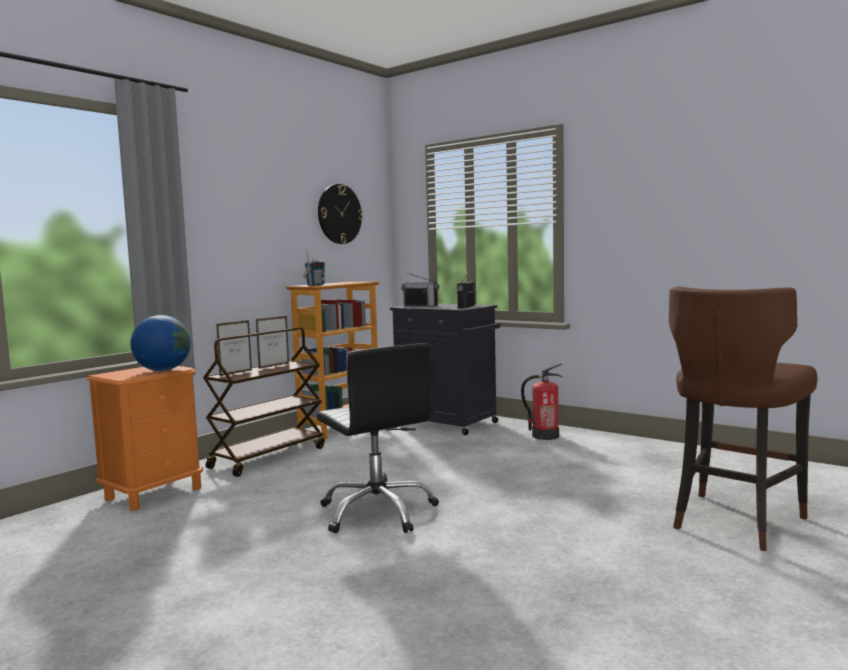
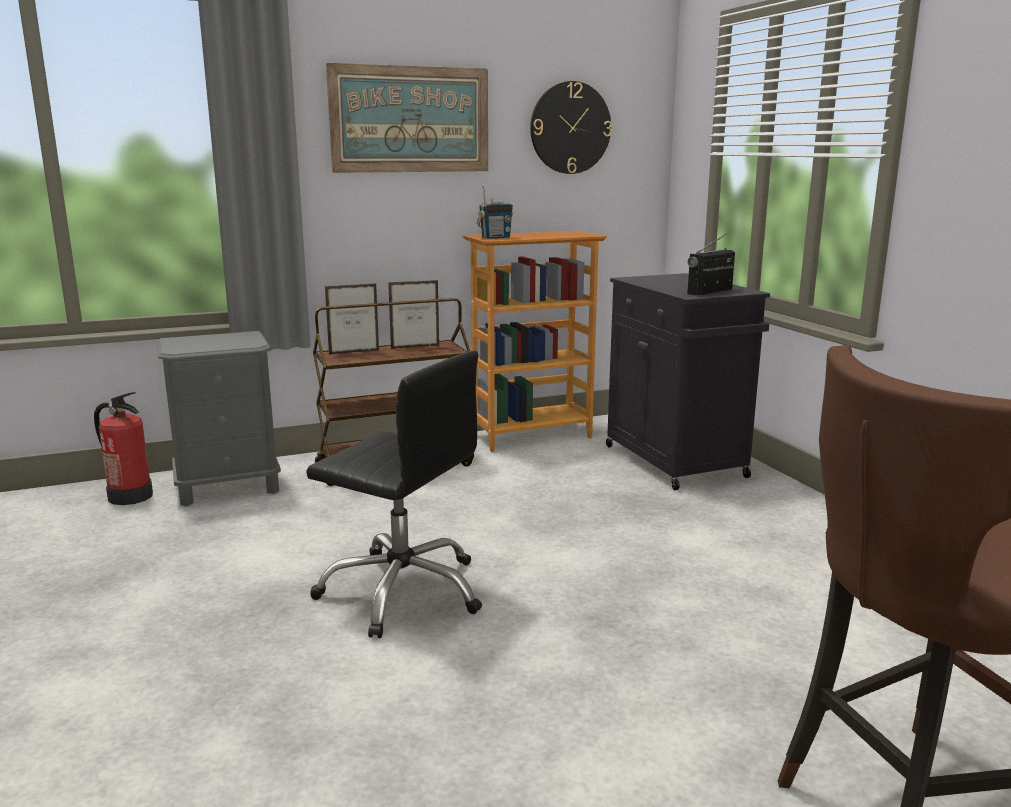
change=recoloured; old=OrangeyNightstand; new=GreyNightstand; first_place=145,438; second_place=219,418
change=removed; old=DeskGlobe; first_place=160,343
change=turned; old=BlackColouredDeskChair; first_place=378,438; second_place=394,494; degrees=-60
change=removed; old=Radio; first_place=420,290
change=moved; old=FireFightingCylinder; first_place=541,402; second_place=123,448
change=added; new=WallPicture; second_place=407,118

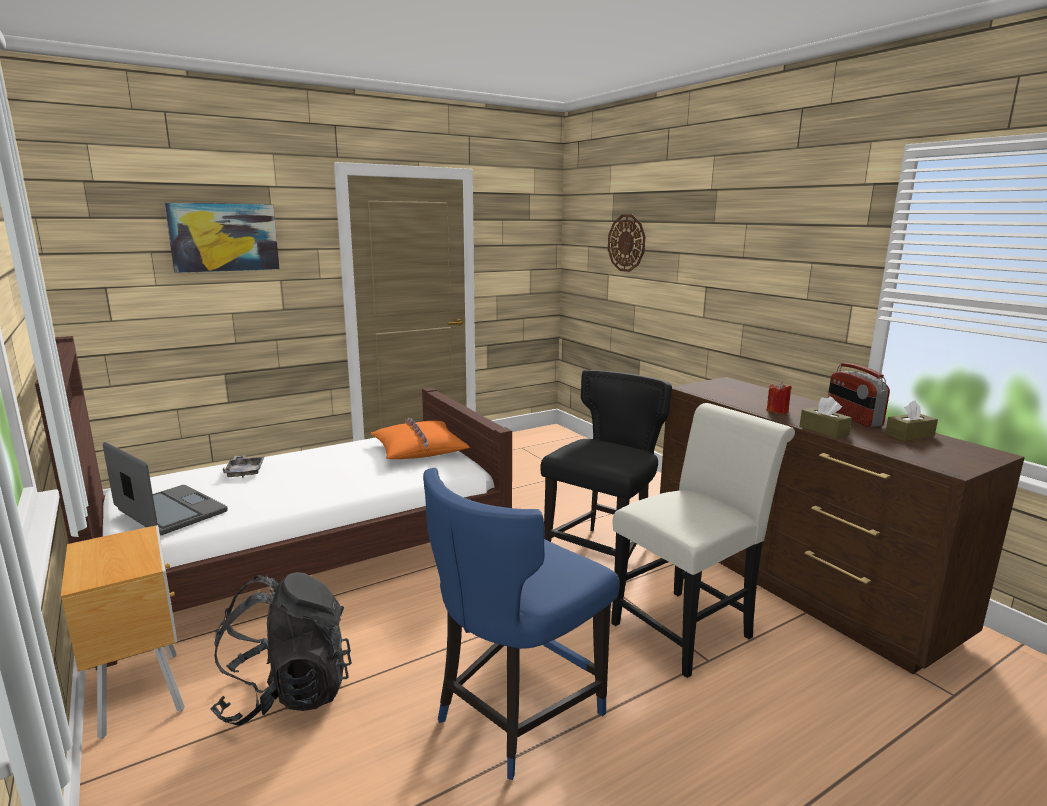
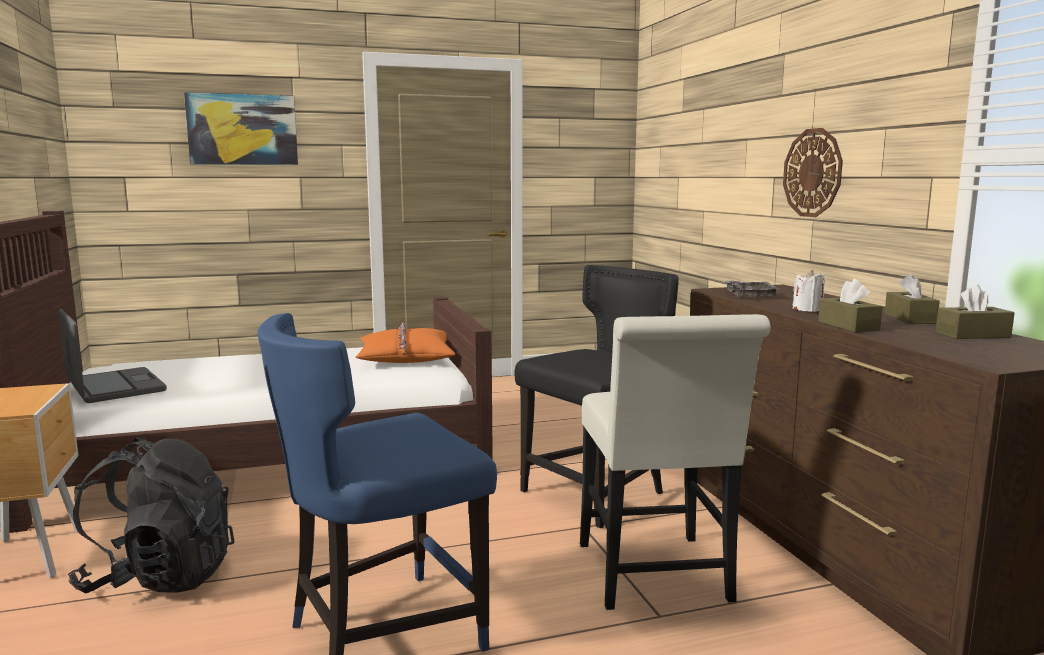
change=moved; old=GreyTray; first_place=244,466; second_place=752,289
change=moved; old=WallClock; first_place=626,243; second_place=813,172
change=turned; old=WhitishUprightChair; first_place=703,540; second_place=675,462; degrees=105
change=recoloured; old=RedColouredCandle; new=WhitishCandle; first_place=779,398; second_place=808,291
change=replaced; old=Radio; new=BrownTissueBox; first_place=859,395; second_place=912,299

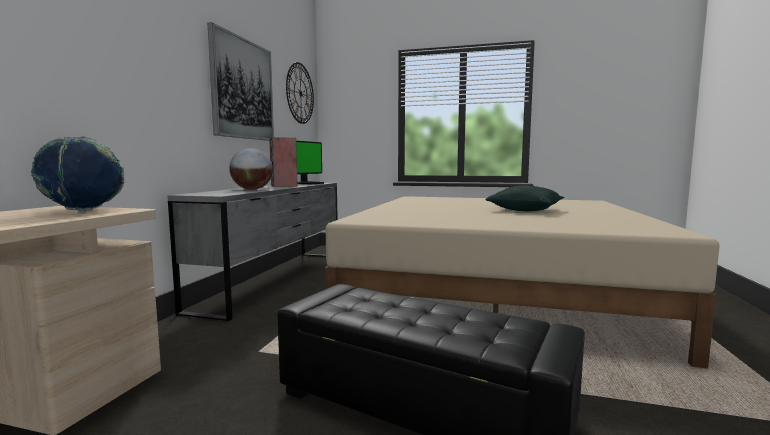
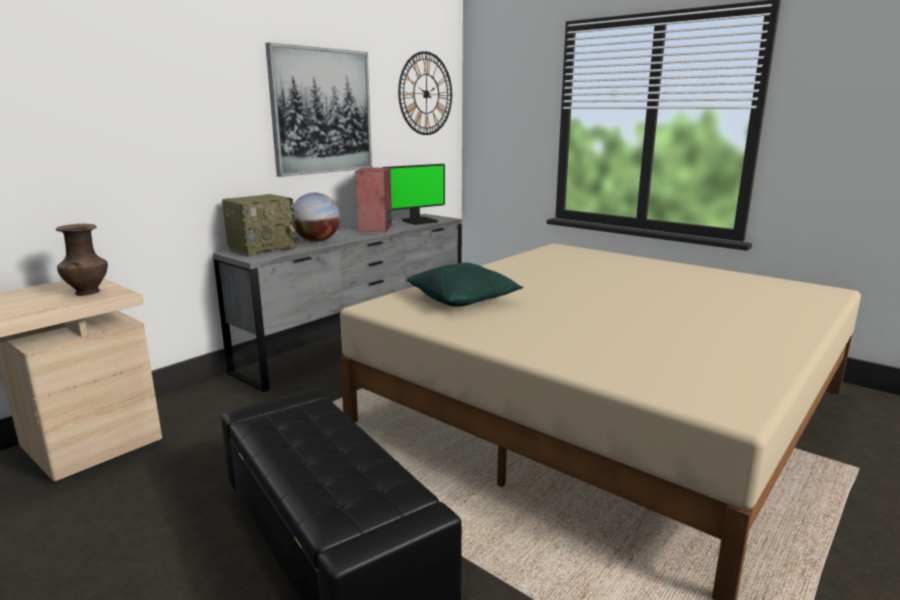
change=replaced; old=DeskGlobe; new=BrownDecorativeVase; first_place=78,173; second_place=82,260
change=moved; old=GreenishThrowPillow; first_place=524,198; second_place=465,284
change=added; new=Radio; second_place=261,225

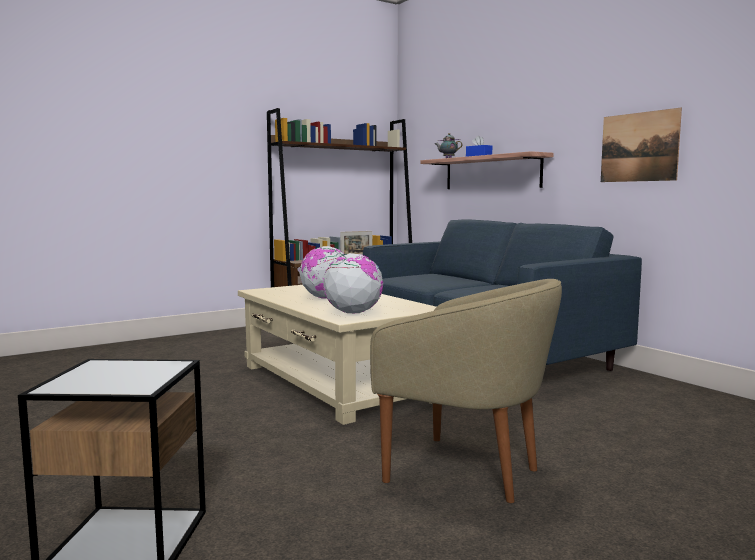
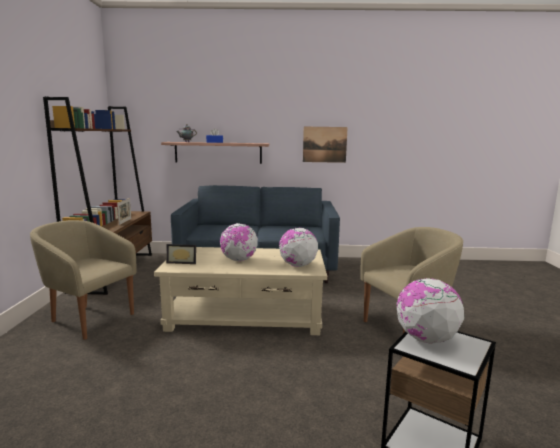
change=added; new=BeigeColouredLoungeChair; second_place=83,280
change=added; new=PictureFrame; second_place=181,254
change=added; new=DeskGlobe; second_place=430,311

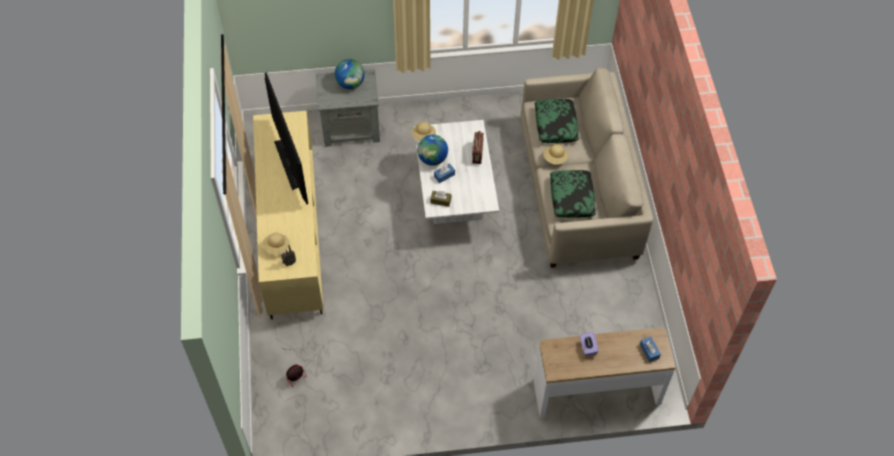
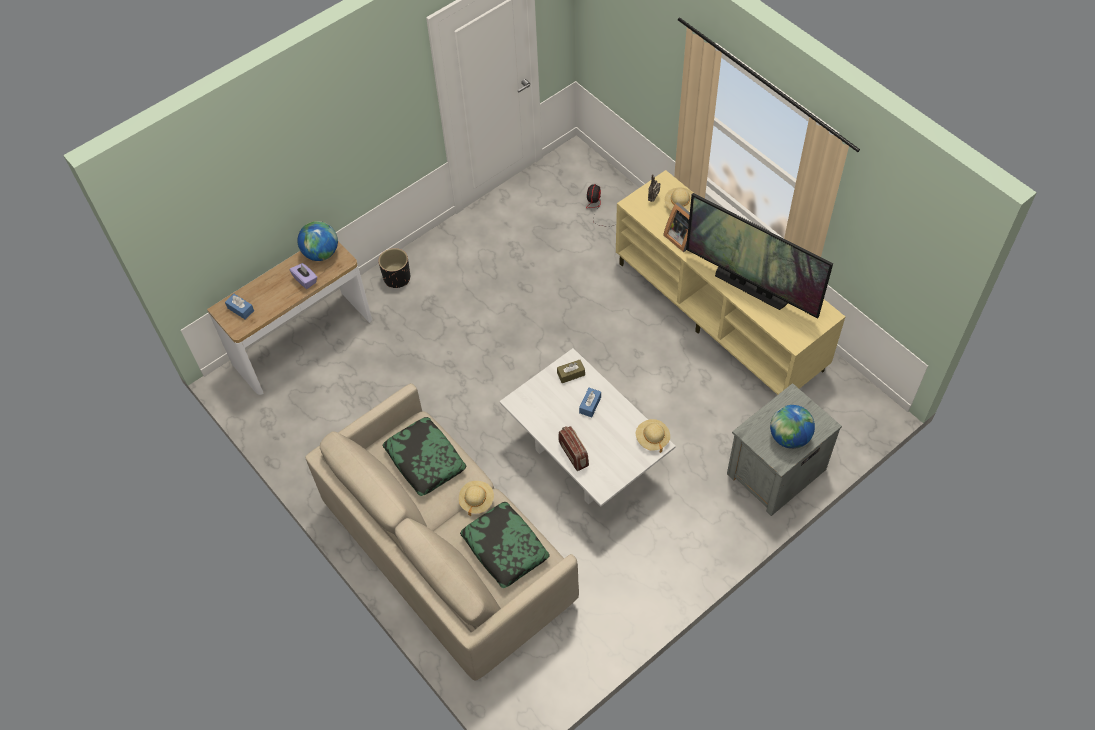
change=moved; old=DeskGlobe; first_place=432,150; second_place=317,241
change=added; new=BlackColouredPlantPot; second_place=394,268
change=added; new=PictureFrame; second_place=676,227

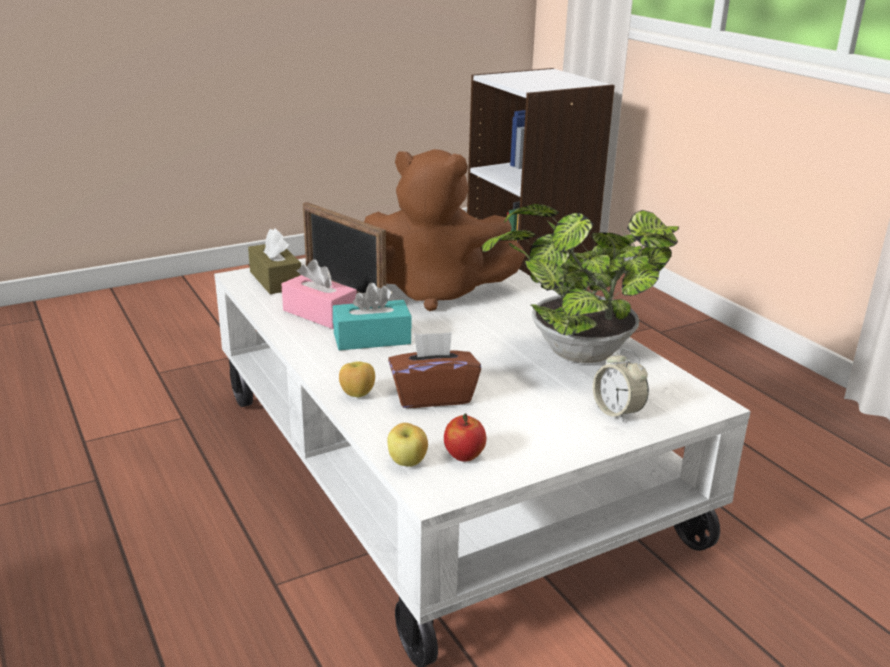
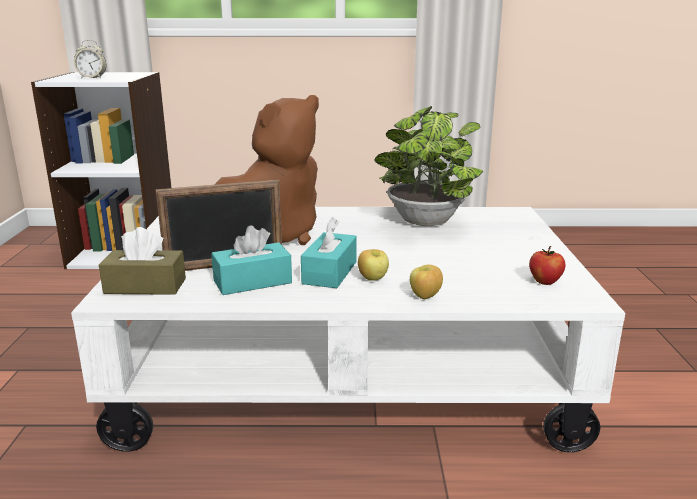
change=recoloured; old=PinkColouredTissueBox; new=BlueGreenTissueBox; first_place=319,294; second_place=251,260
change=moved; old=WholeApple; first_place=407,445; second_place=373,265
change=removed; old=BrownTissueBox; first_place=434,370
change=moved; old=BedsideClock; first_place=621,385; second_place=90,59

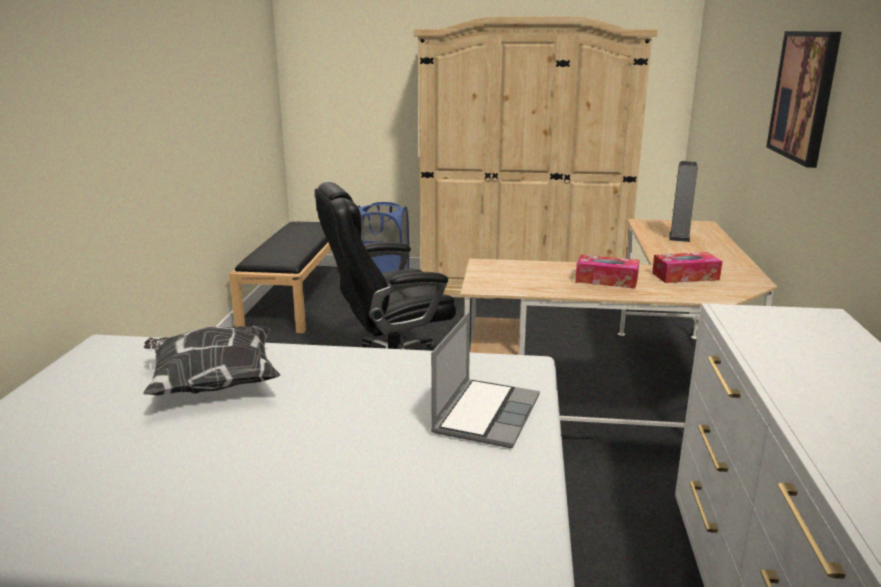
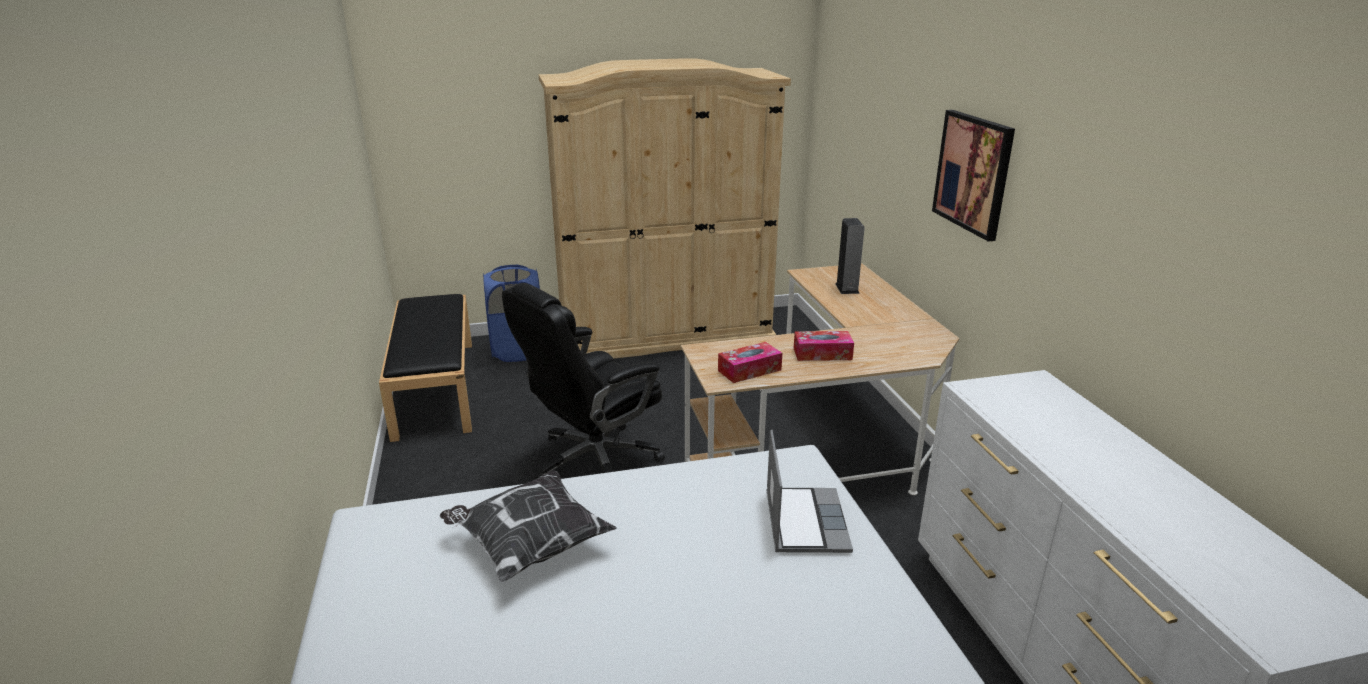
change=moved; old=TissueBox; first_place=687,267; second_place=750,362

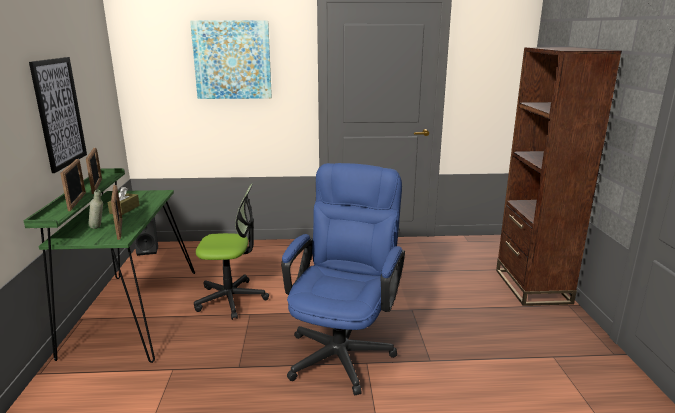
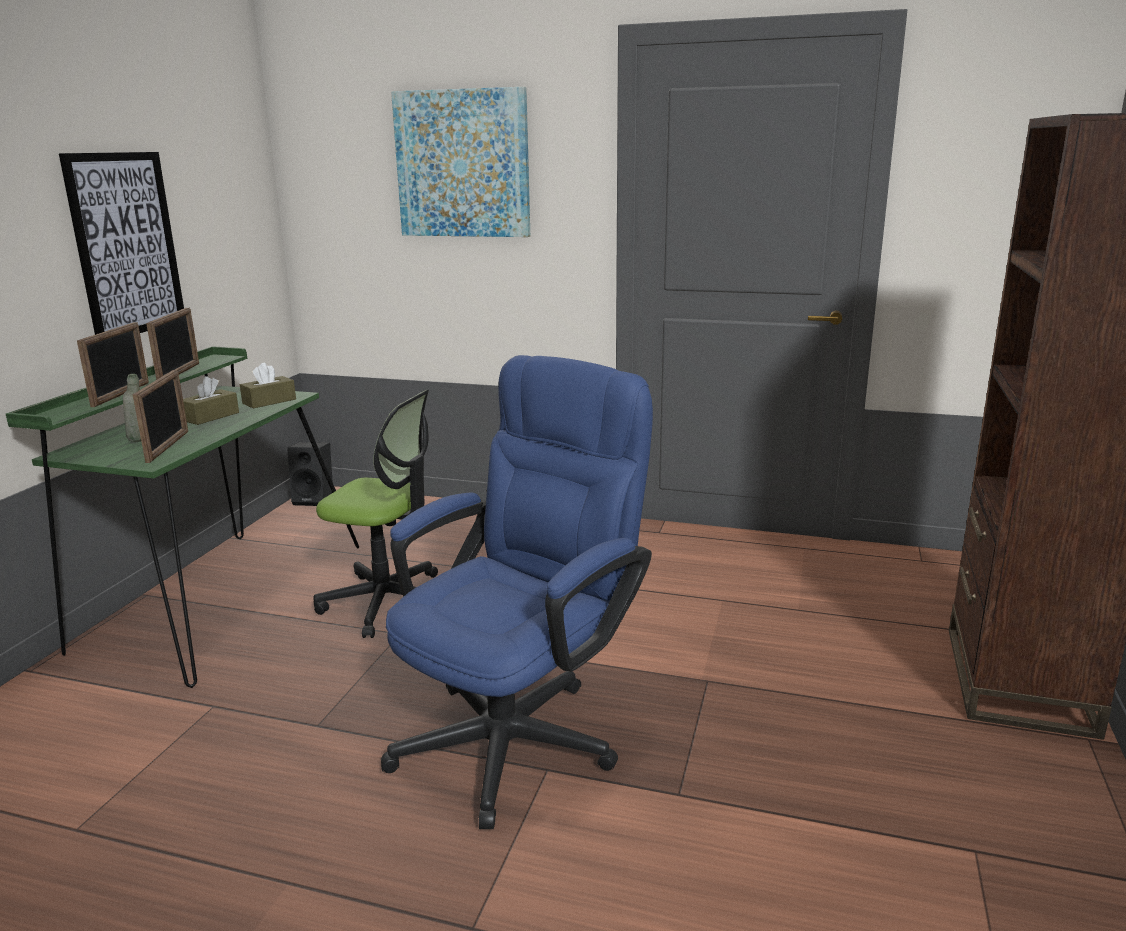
change=added; new=BrownTissueBox; second_place=268,385

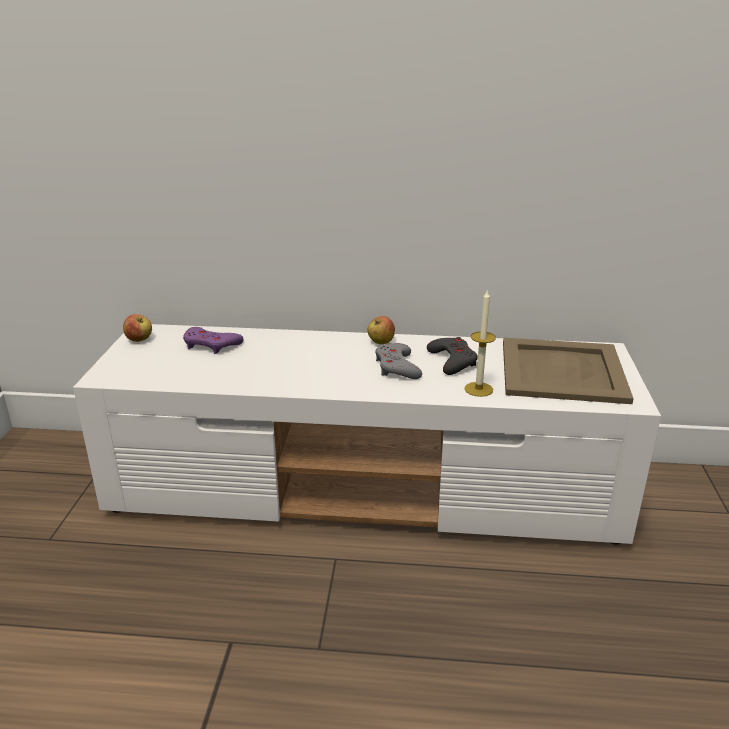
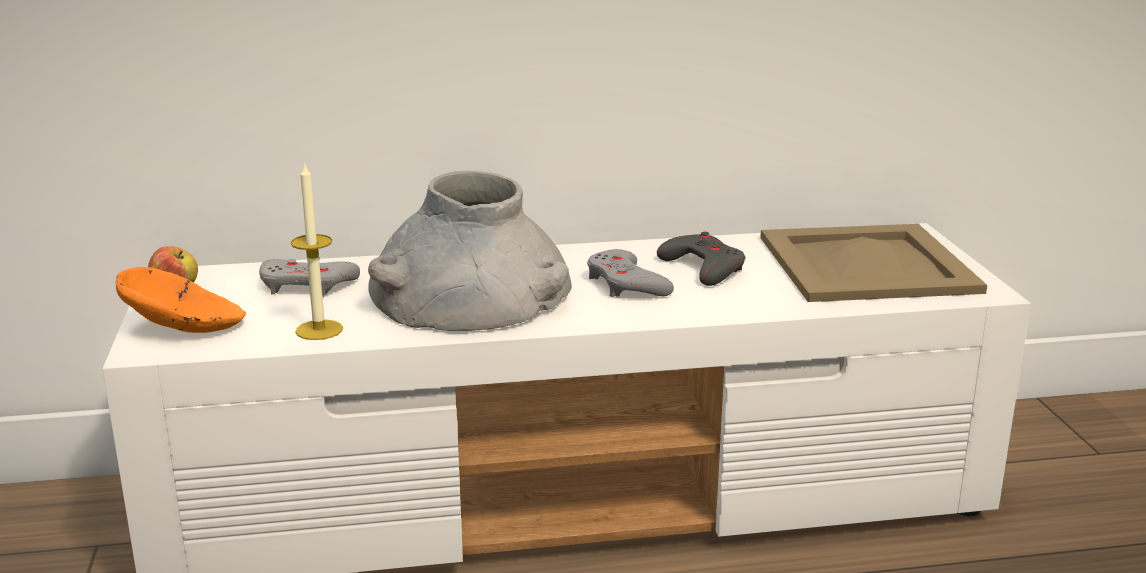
change=recoloured; old=PurpleColouredGameController; new=GreyGameController; first_place=213,340; second_place=309,278
change=removed; old=WholeApple; first_place=381,330
change=moved; old=Candle; first_place=480,343; second_place=317,251
change=added; new=OrangeyServingBowl; second_place=181,300
change=added; new=GreyDecorativeVase; second_place=470,251

